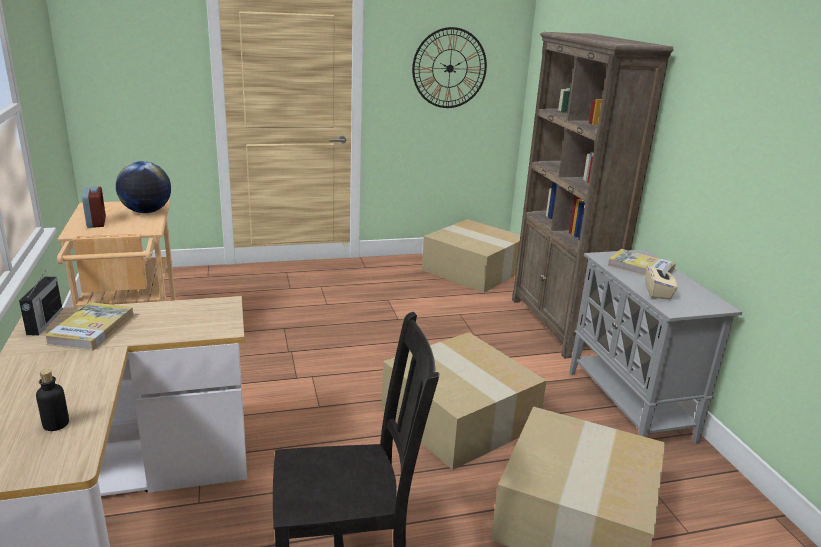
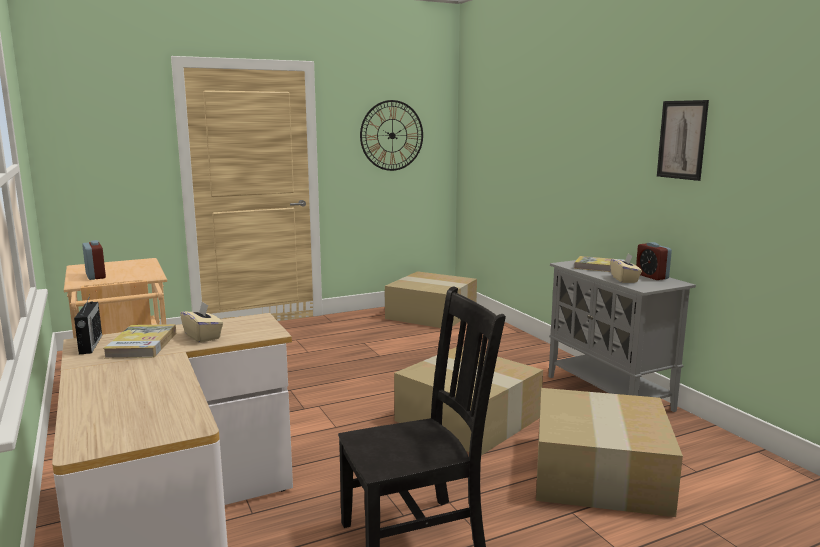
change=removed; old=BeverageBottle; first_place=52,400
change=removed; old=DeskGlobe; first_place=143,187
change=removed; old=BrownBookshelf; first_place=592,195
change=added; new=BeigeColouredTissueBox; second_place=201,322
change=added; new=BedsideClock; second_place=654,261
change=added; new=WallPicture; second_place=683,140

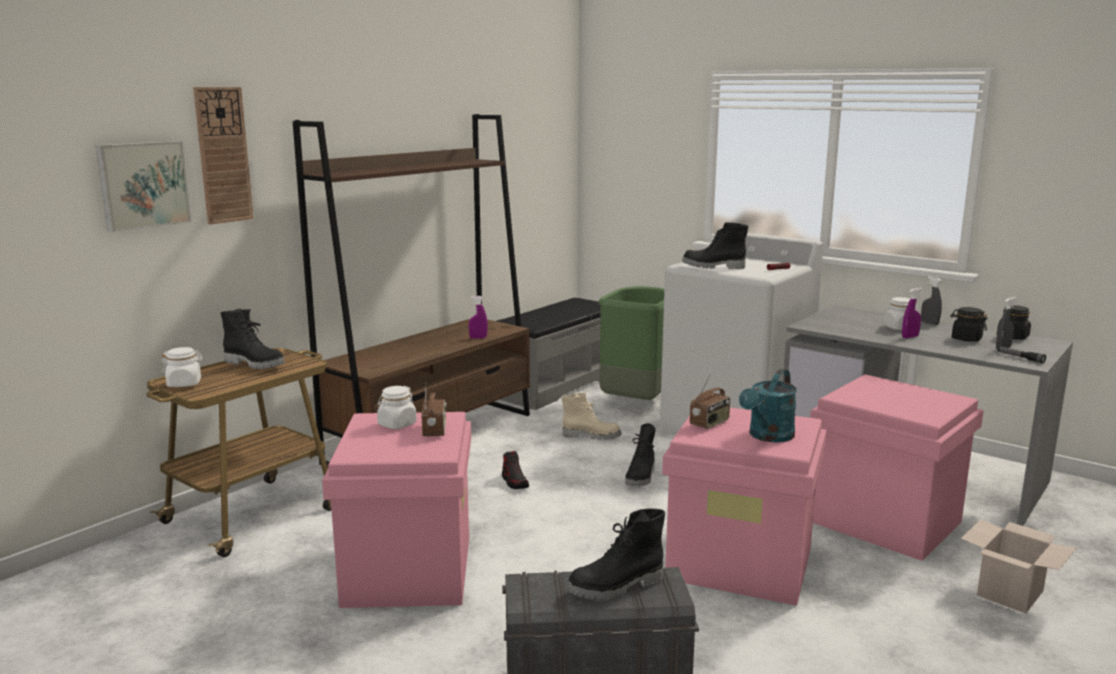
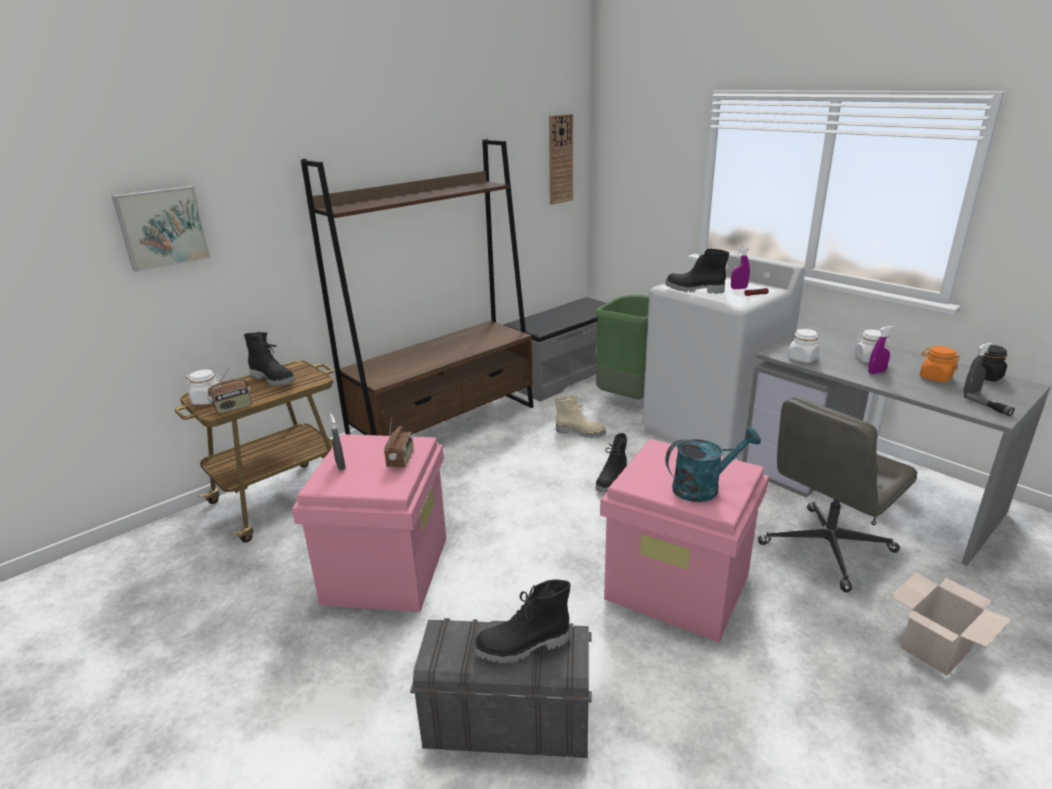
change=moved; old=WallClock; first_place=223,156; second_place=561,159
change=moved; old=WhitishJar; first_place=397,407; second_place=803,346
change=moved; old=PurpleColouredSprayBottle; first_place=478,317; second_place=740,268
change=removed; old=Shoe; first_place=515,470
change=moved; old=Radio; first_place=710,401; second_place=229,391
change=turned; old=BlueGreenWateringCan; first_place=768,405; second_place=713,464; degrees=-150
change=replaced; old=PinkColouredStorageBin; new=GreyDeskChair; first_place=896,467; second_place=837,494
change=moved; old=GreySprayBottle; first_place=931,300; second_place=337,442
change=recoloured; old=BlackColouredJar; new=OrangeyJar; first_place=968,324; second_place=939,364

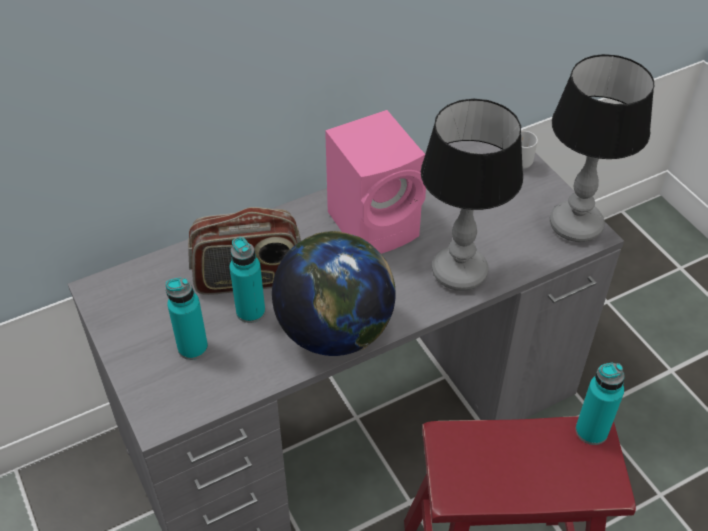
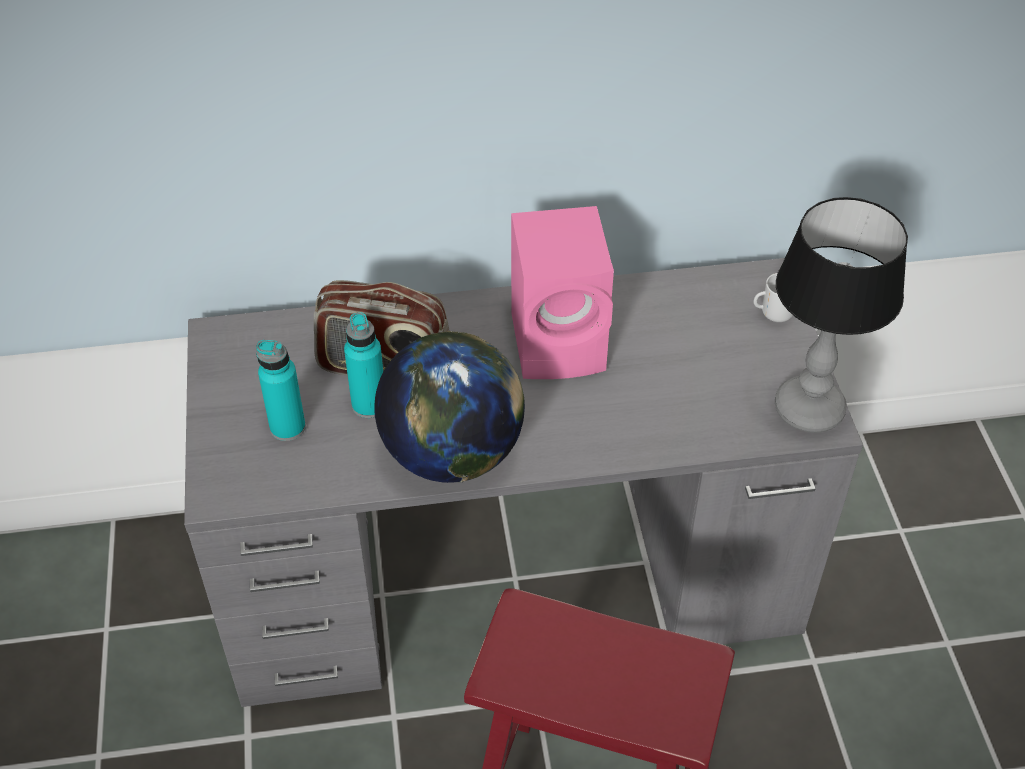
change=removed; old=TableLamp; first_place=472,195
change=removed; old=BlueGreenBeverageBottle; first_place=600,403

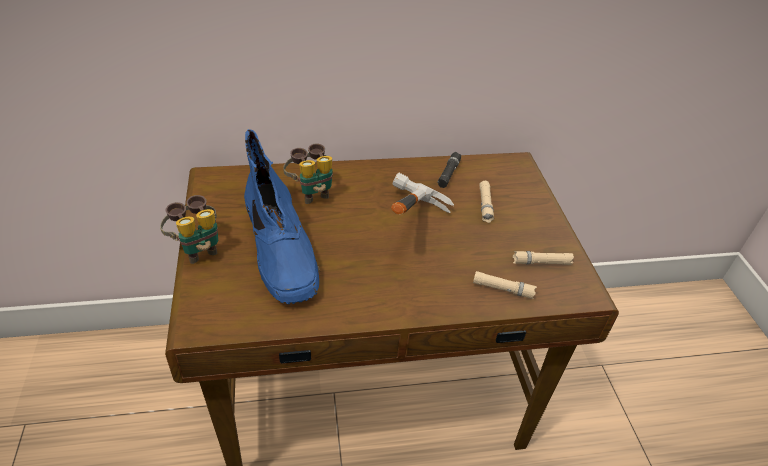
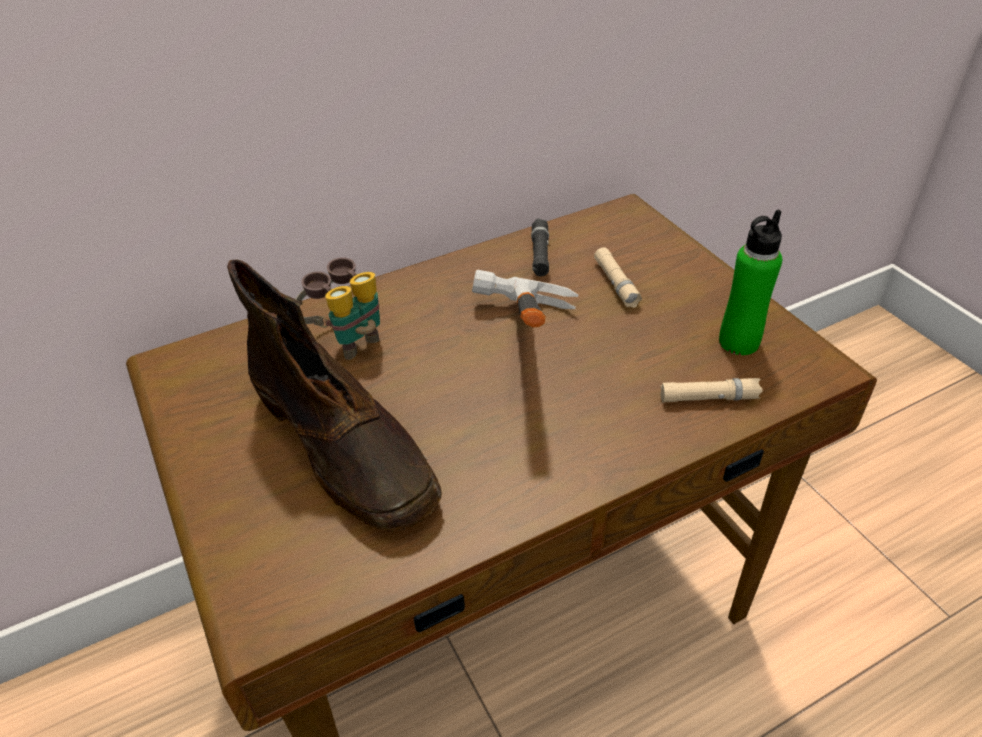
change=removed; old=PairOfBinoculars; first_place=189,229
change=recoloured; old=BluishBoot; new=BrownBoot; first_place=282,216; second_place=334,396
change=replaced; old=BeigeColouredFlashlight; new=GreenishBeverageBottle; first_place=543,258; second_place=750,282

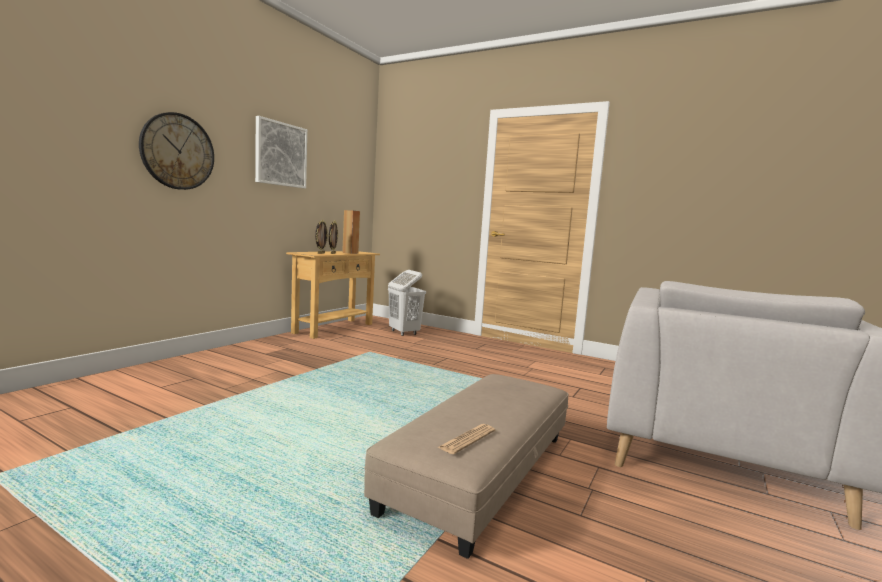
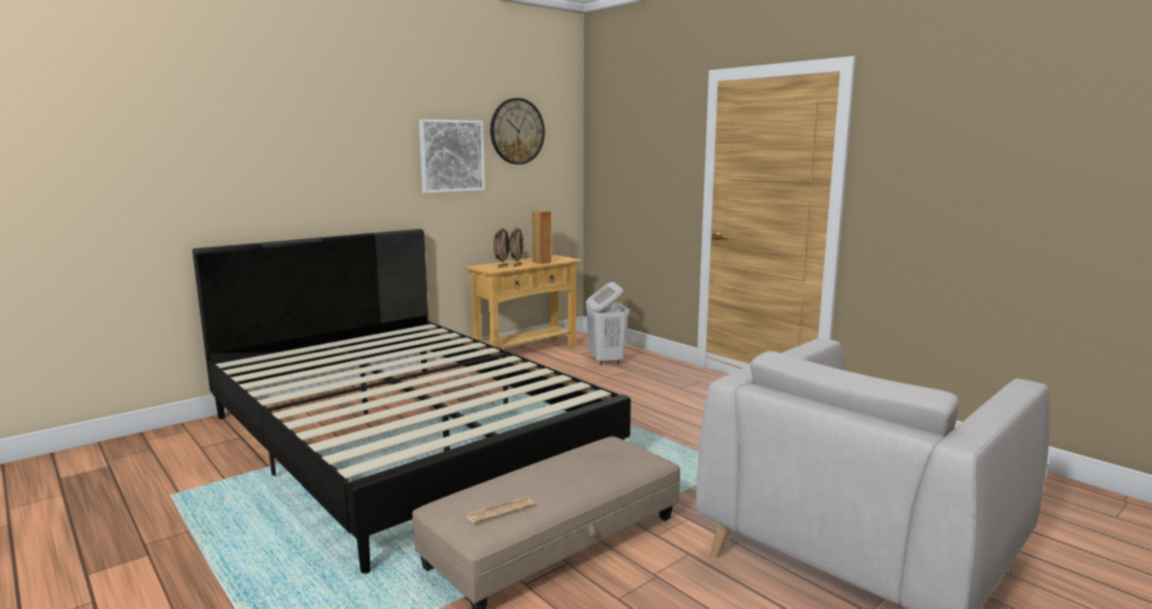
change=moved; old=WallClock; first_place=176,151; second_place=517,131
change=added; new=BlackColouredSleepingBed; second_place=411,401

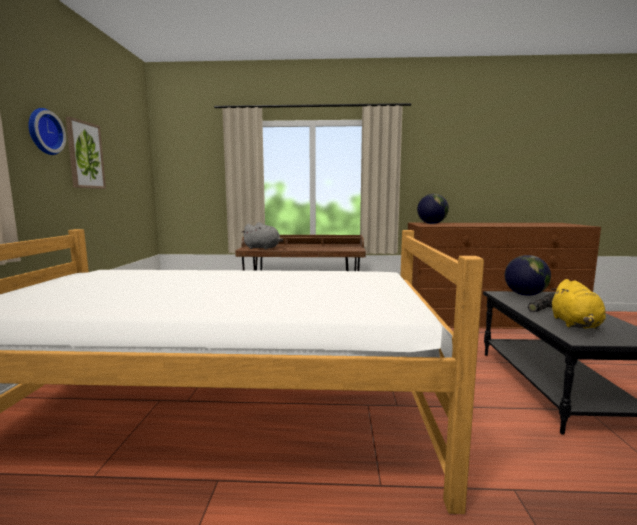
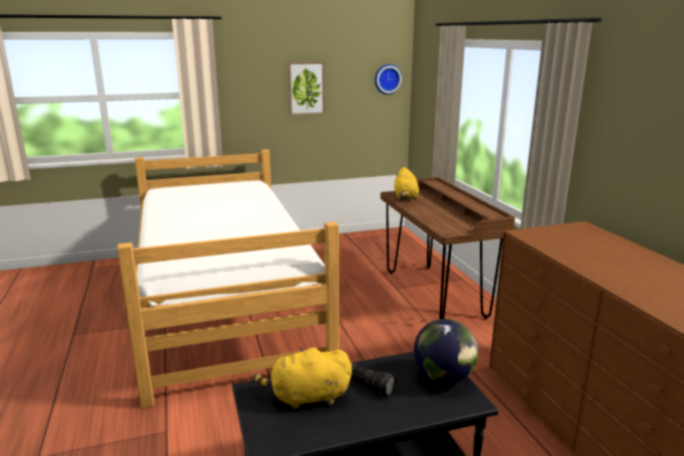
change=moved; old=WallClock; first_place=47,131; second_place=388,79
change=recoloured; old=GreyPlushToy; new=YellowishPlushToy; first_place=262,235; second_place=406,183
change=removed; old=DeskGlobe; first_place=433,209

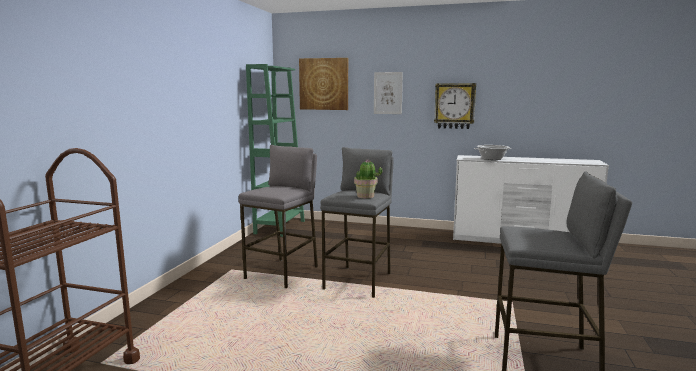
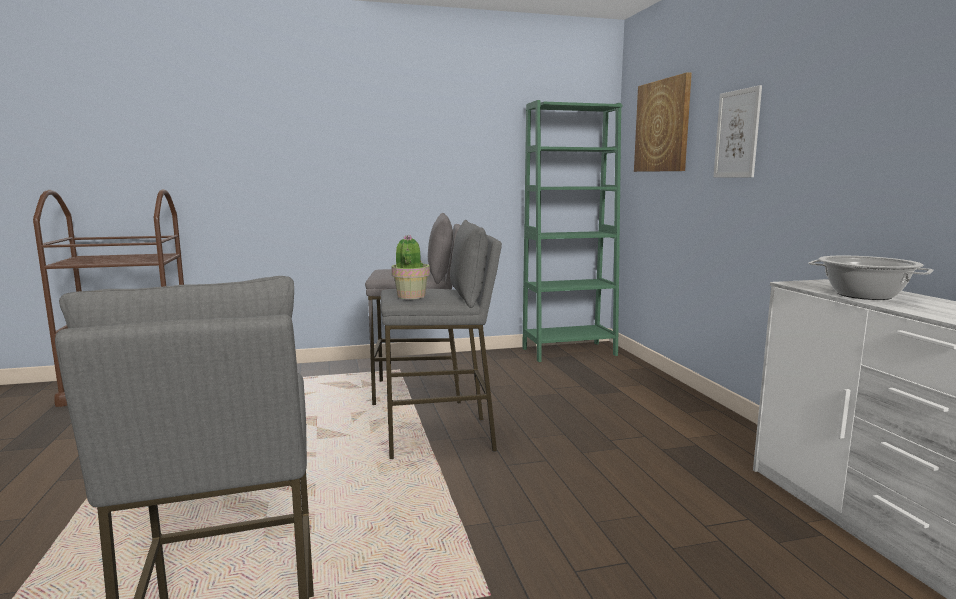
change=removed; old=WallClock; first_place=455,106

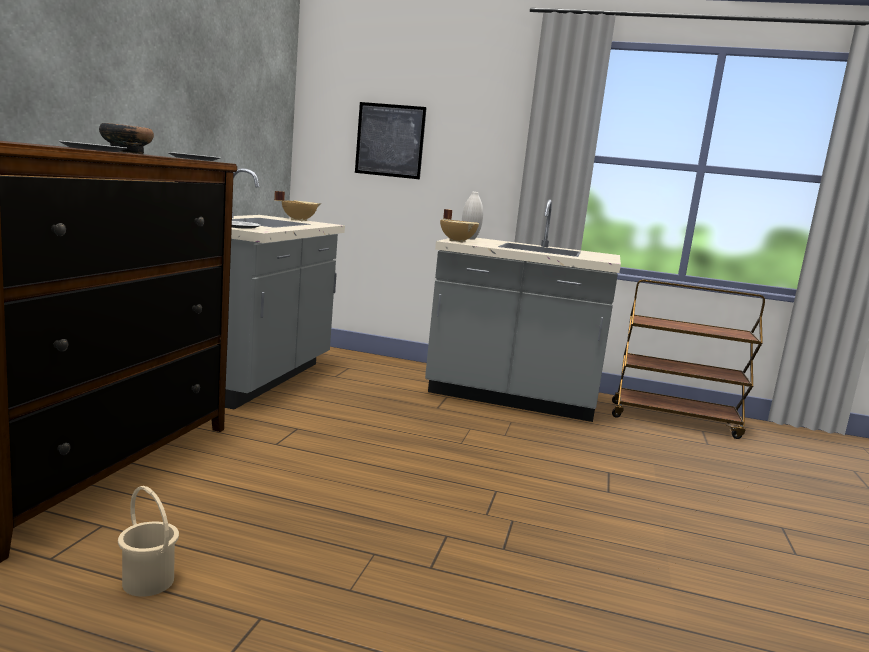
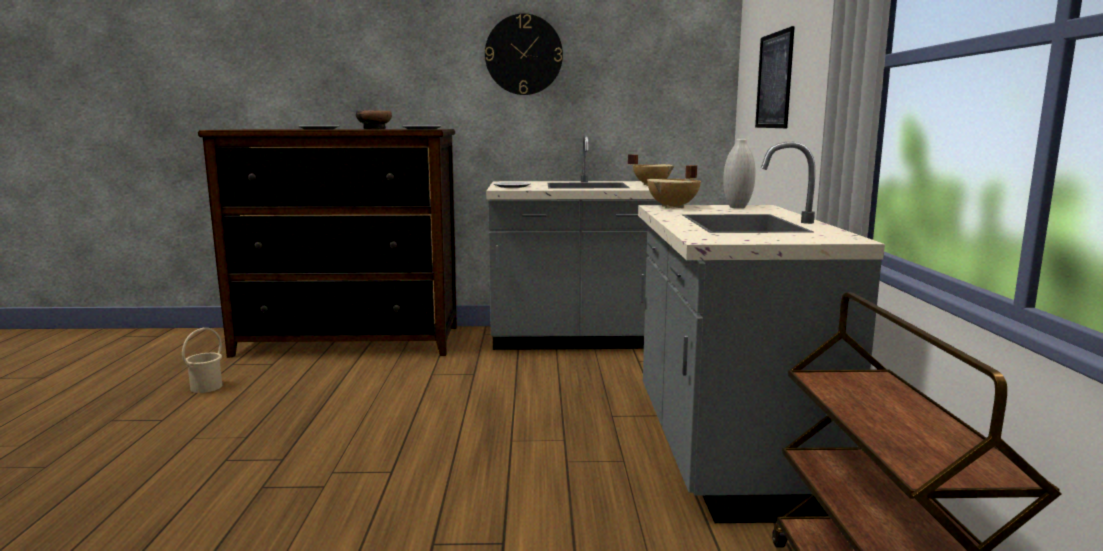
change=added; new=WallClock; second_place=524,54

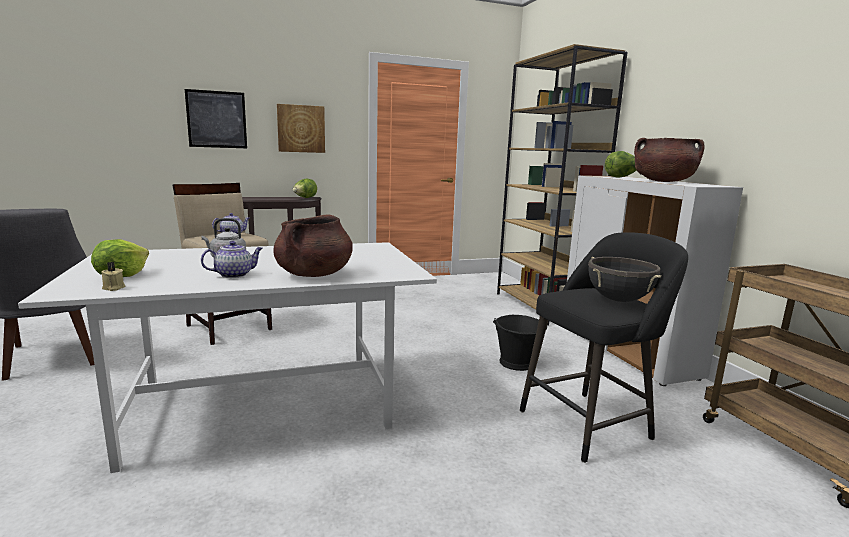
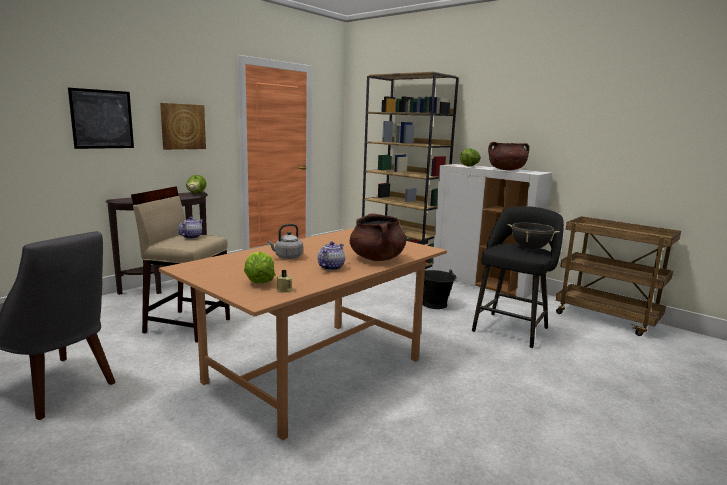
change=recoloured; old=WhitishDinnerTable; new=BrownDinnerTable; first_place=227,357; second_place=303,334

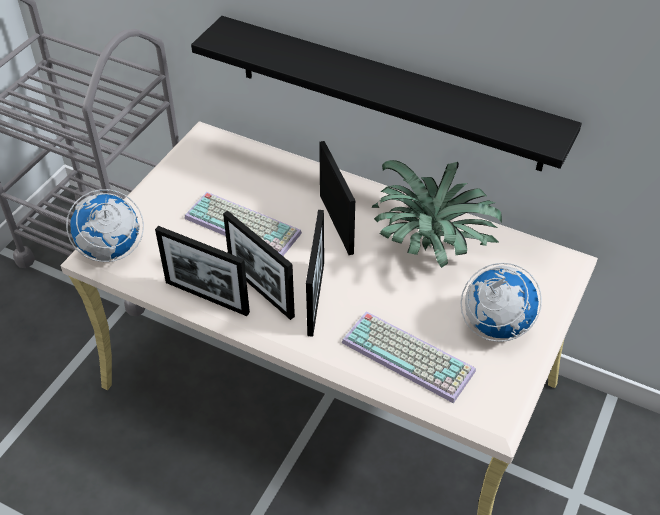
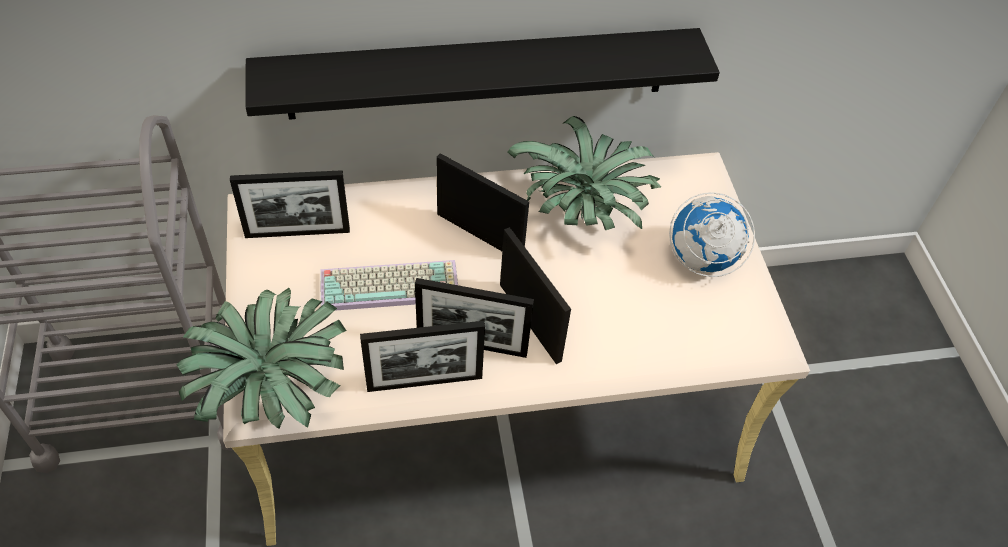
change=replaced; old=DeskGlobe; new=Houseplant; first_place=105,225; second_place=261,358
change=removed; old=PcKeyboard; first_place=409,357
change=added; new=PictureFrame; second_place=290,204

